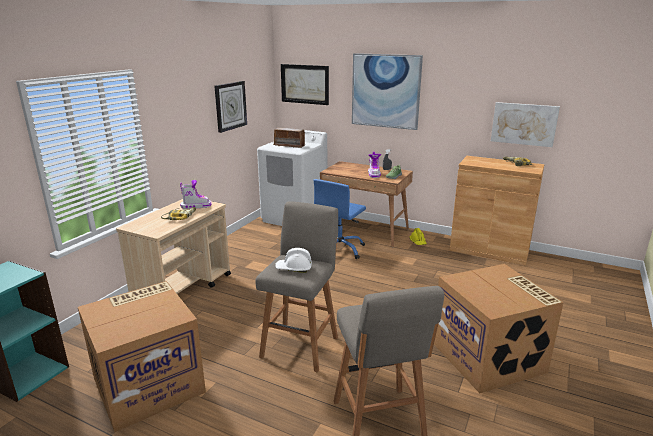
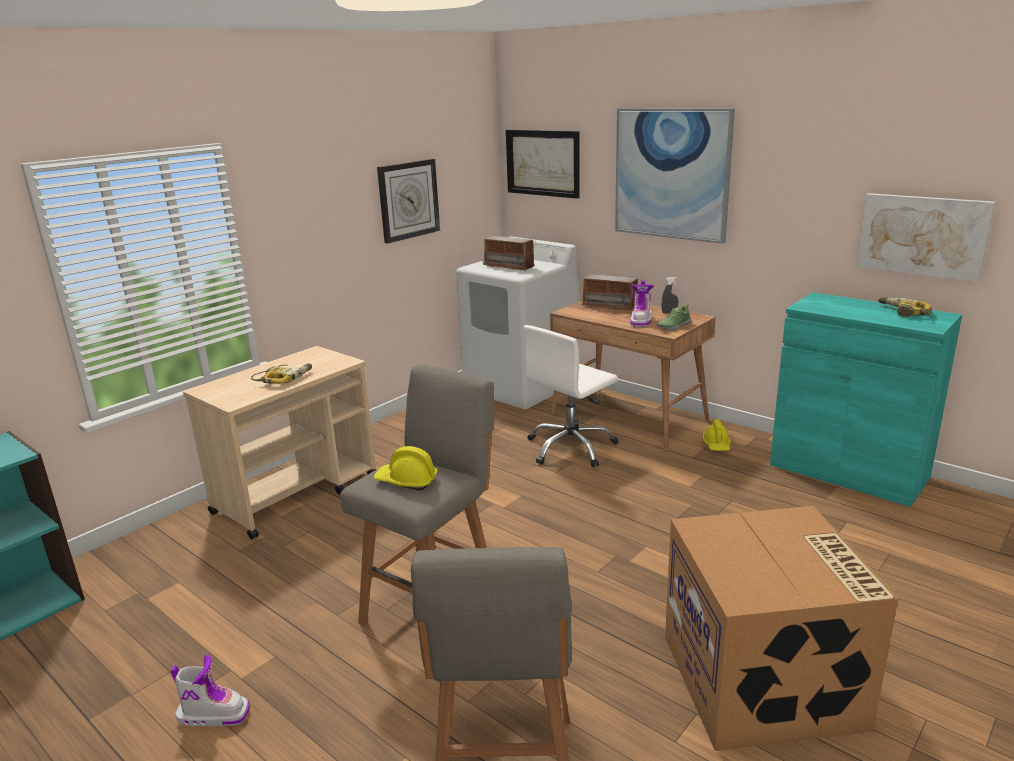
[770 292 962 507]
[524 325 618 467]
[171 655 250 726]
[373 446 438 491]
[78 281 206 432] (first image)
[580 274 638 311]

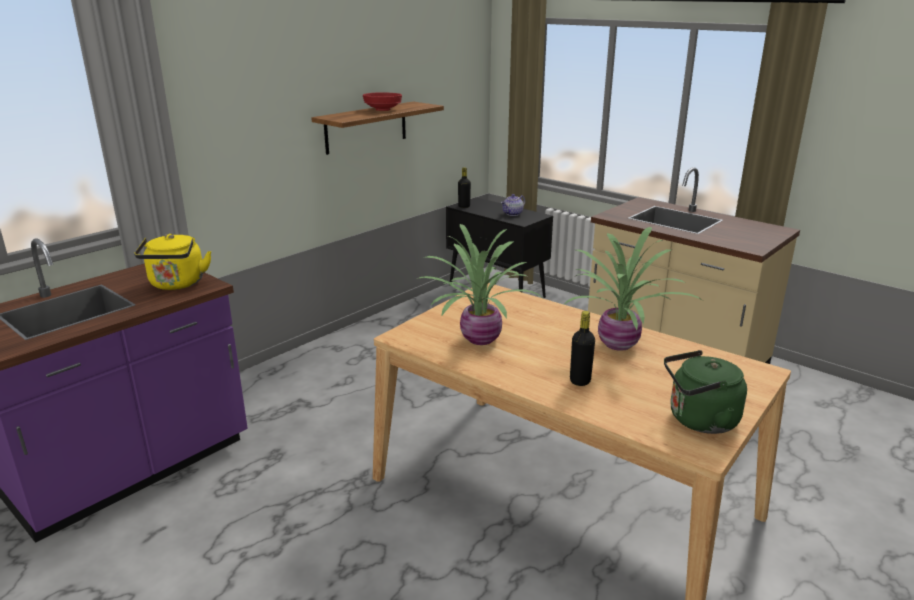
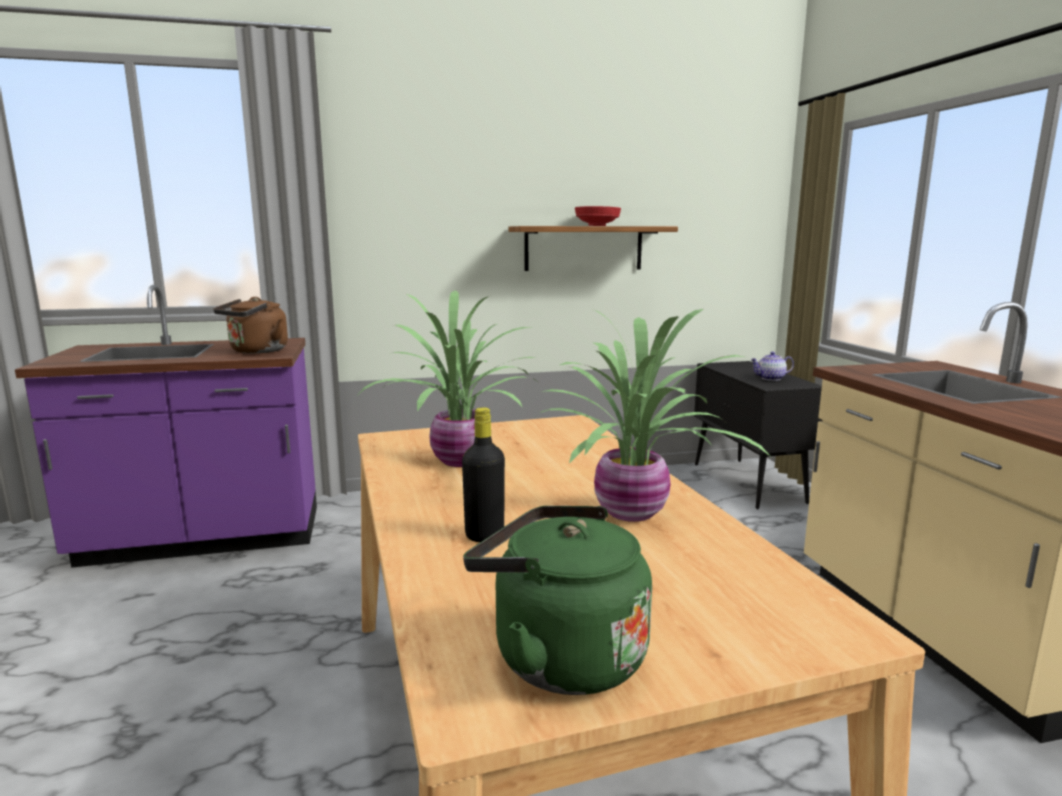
[458 167 471 208] (first image)
[213 297 288 354]

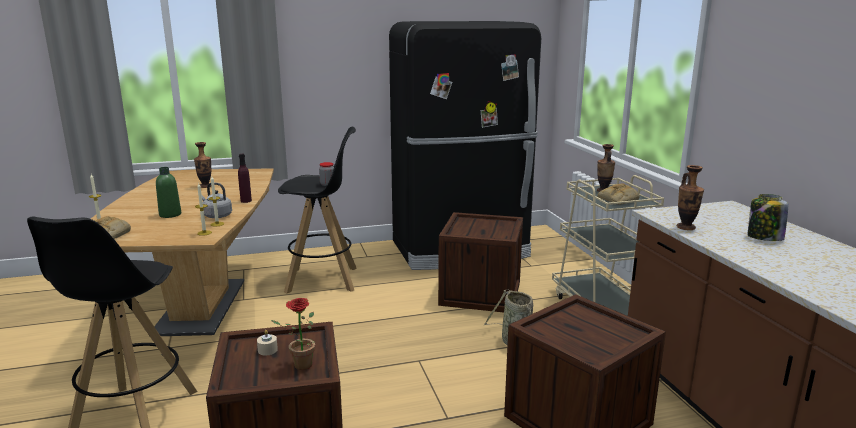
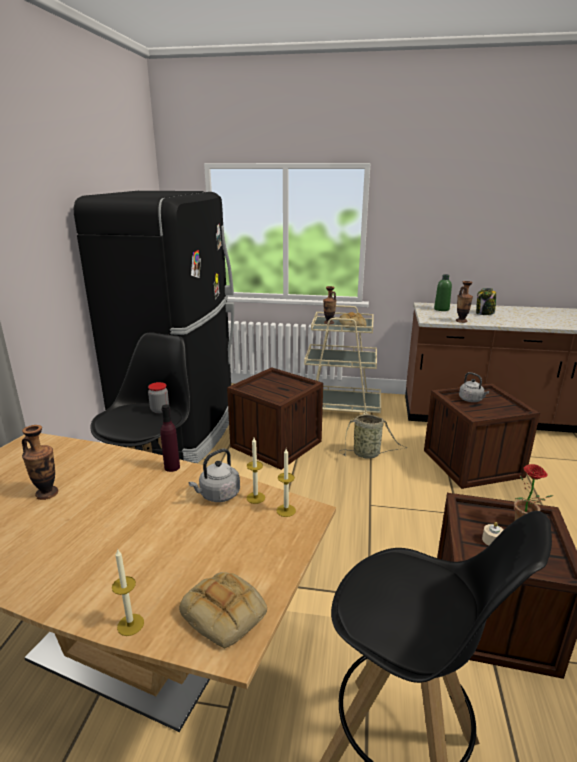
[434 274 452 311]
[459 372 489 402]

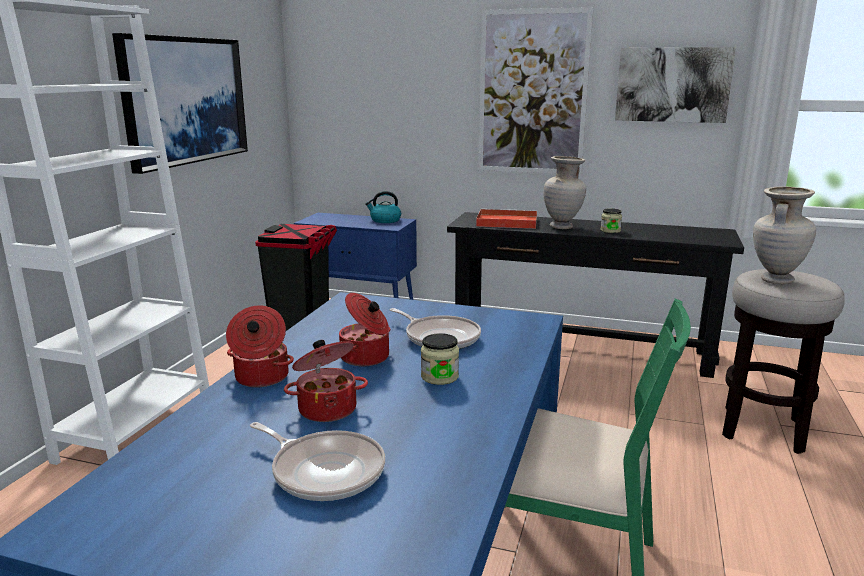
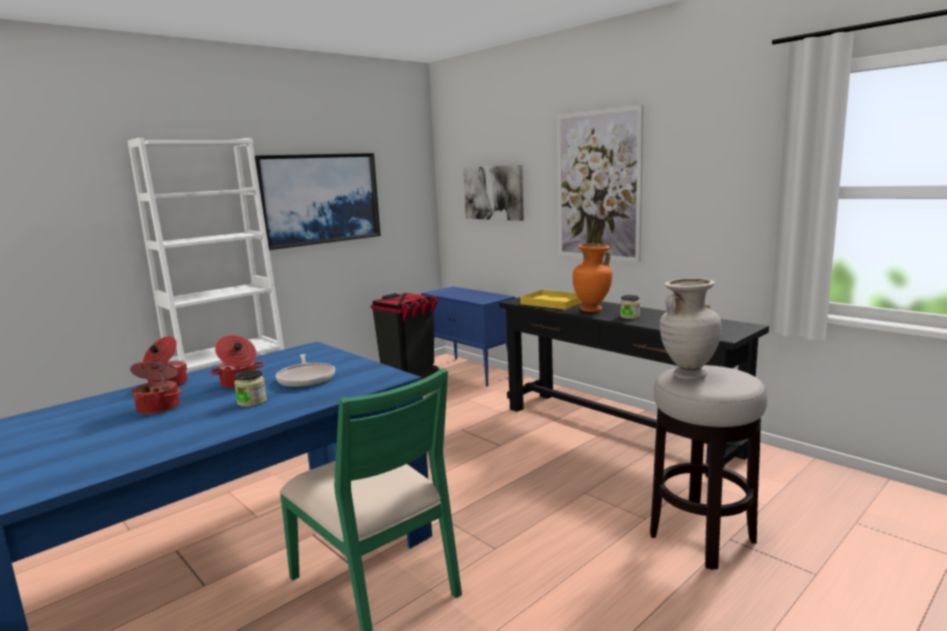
[463 165 524 221]
[573 244 613 312]
[365 191 401 223] (first image)
[520 289 583 310]
[250 422 385 501] (first image)

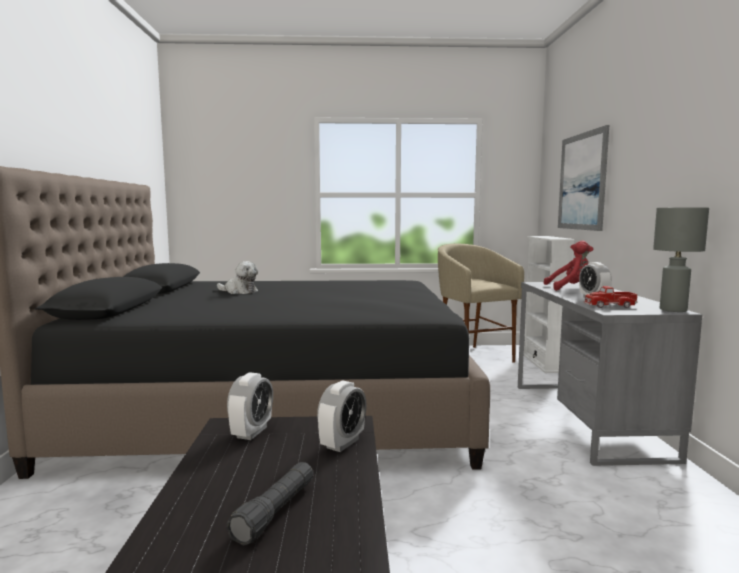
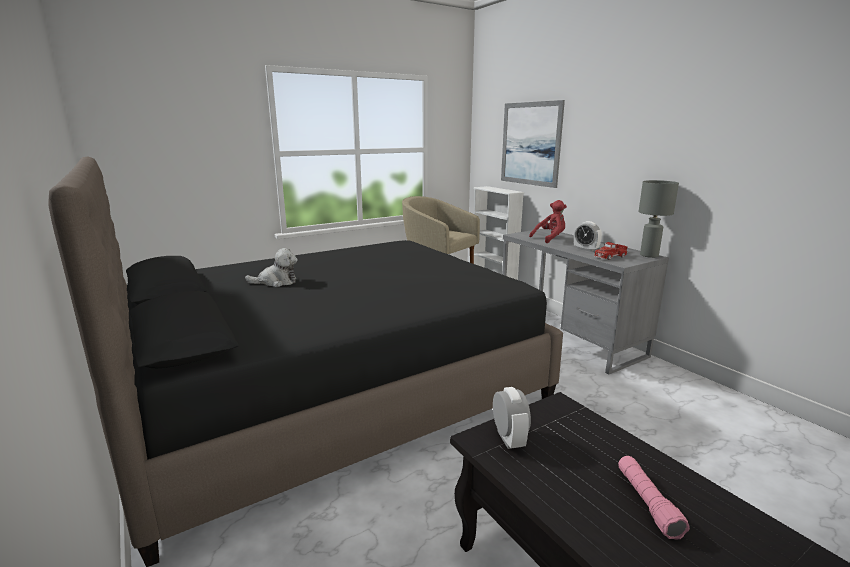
[317 380 367 452] (first image)
[618 456 690 540]

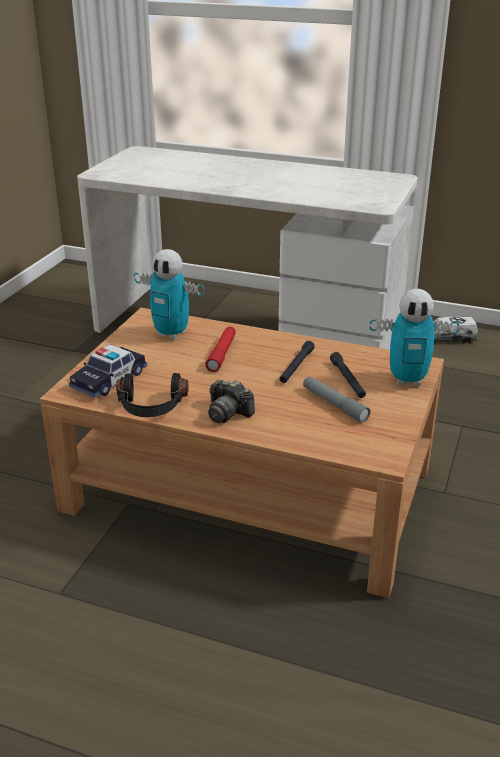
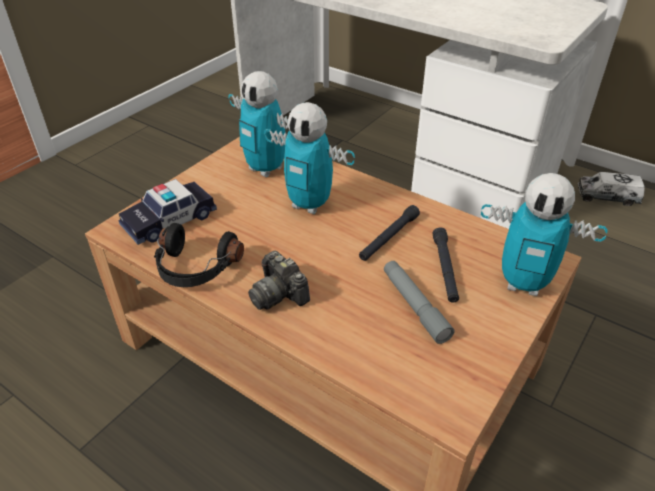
[264 102 355 214]

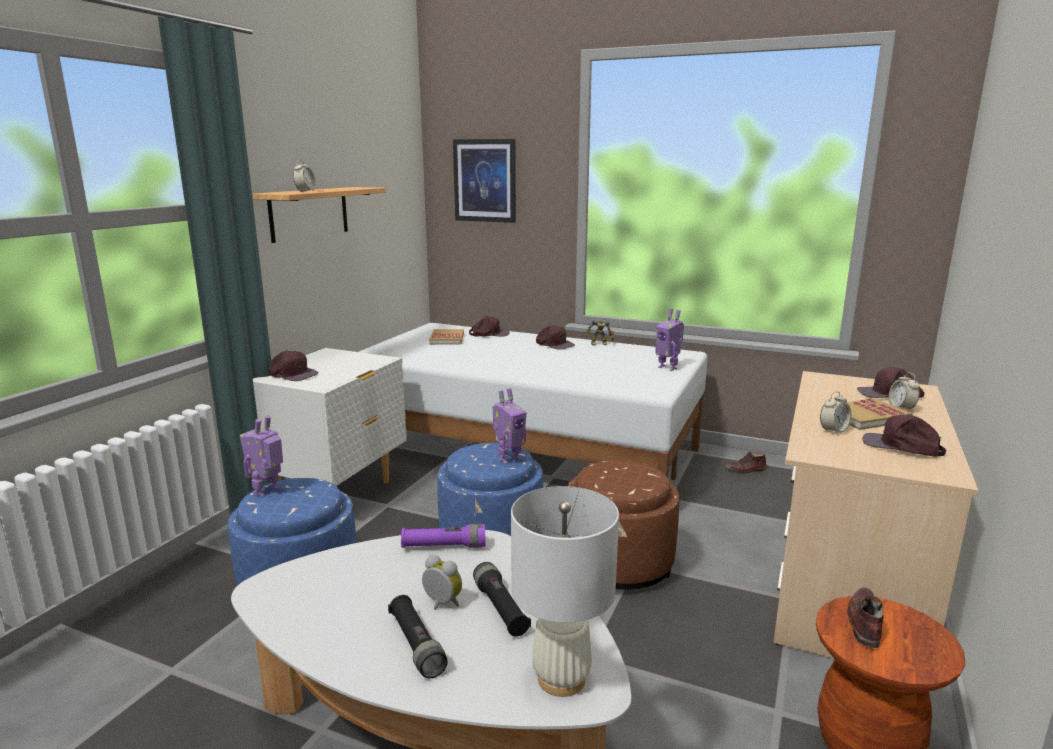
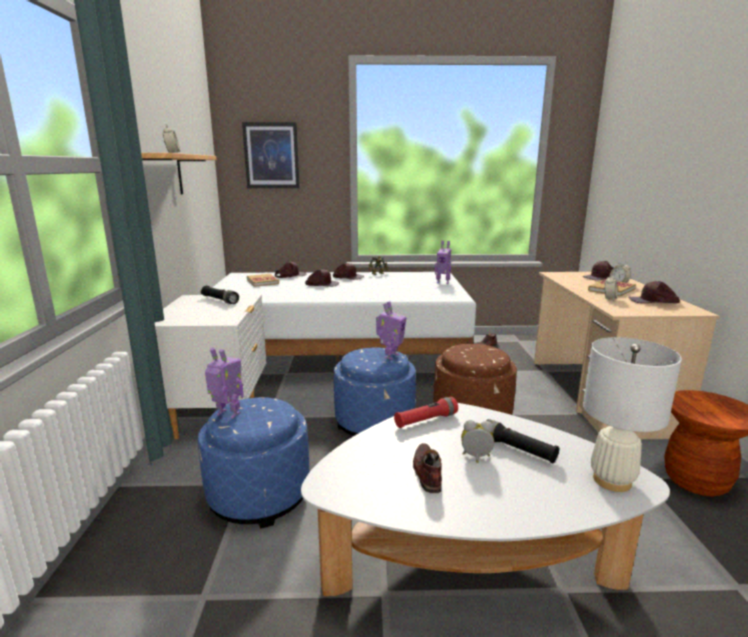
[305 269 339 287]
[205 348 243 419]
[394 397 458 428]
[413 443 442 493]
[201 286 239 304]

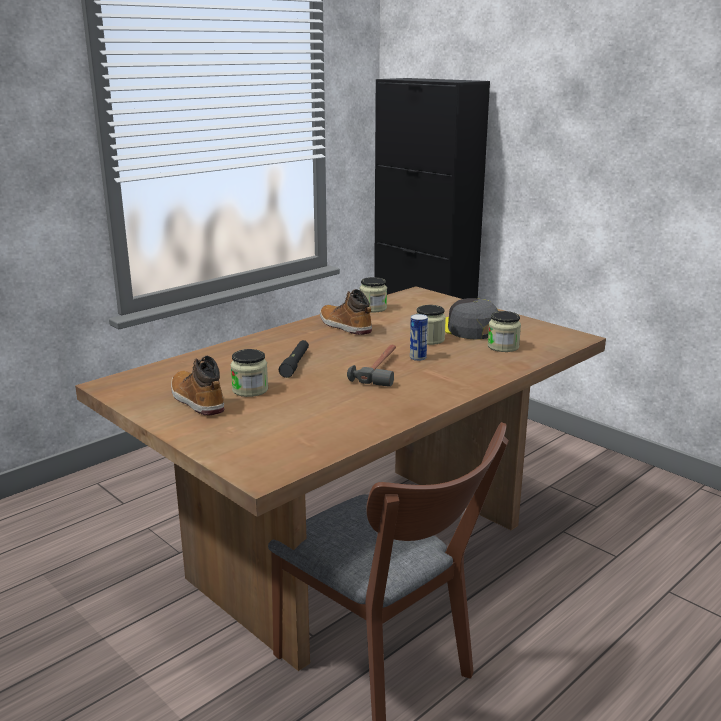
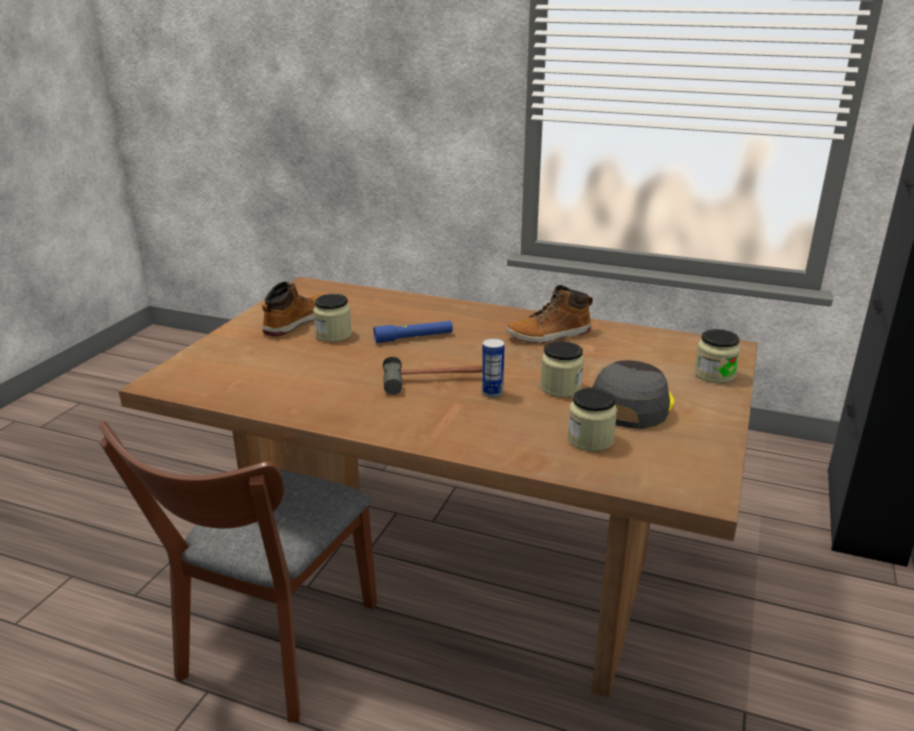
[694 329 740 383]
[506 285 593 343]
[374 321 453 343]

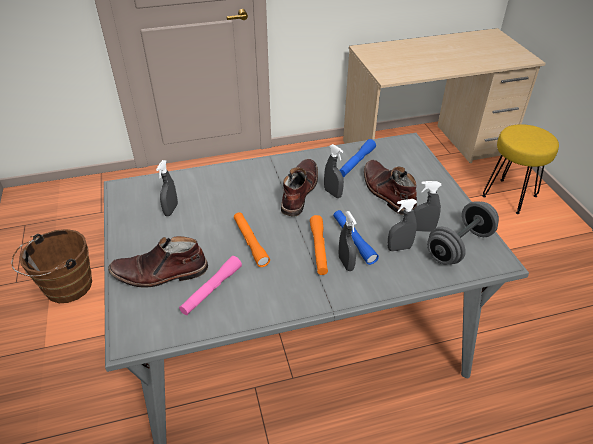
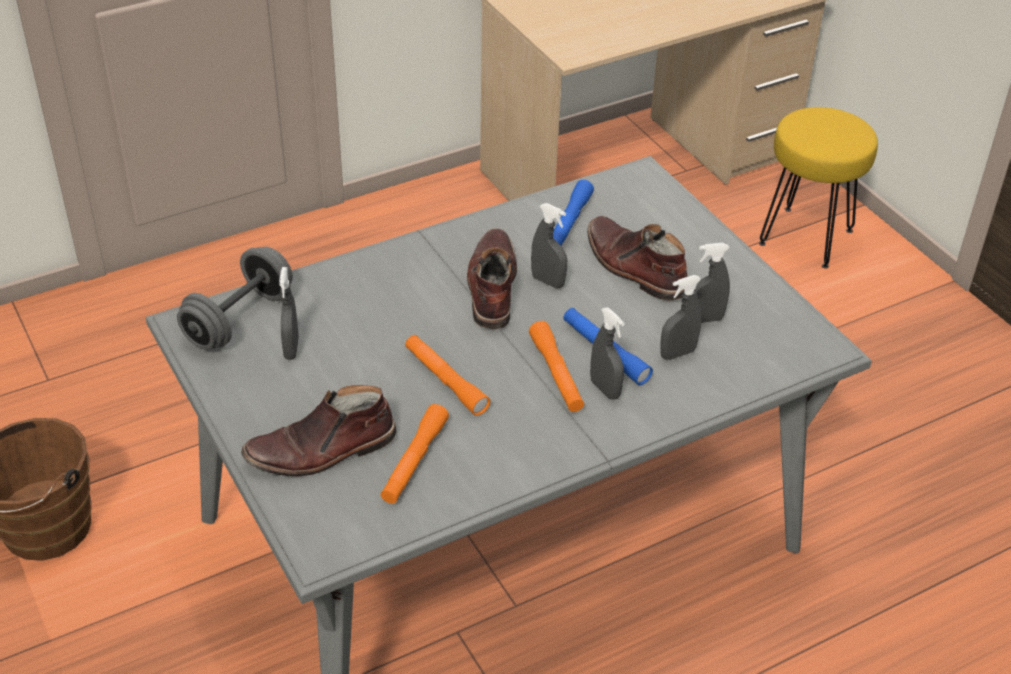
[177 247 293 349]
[381 404 449 504]

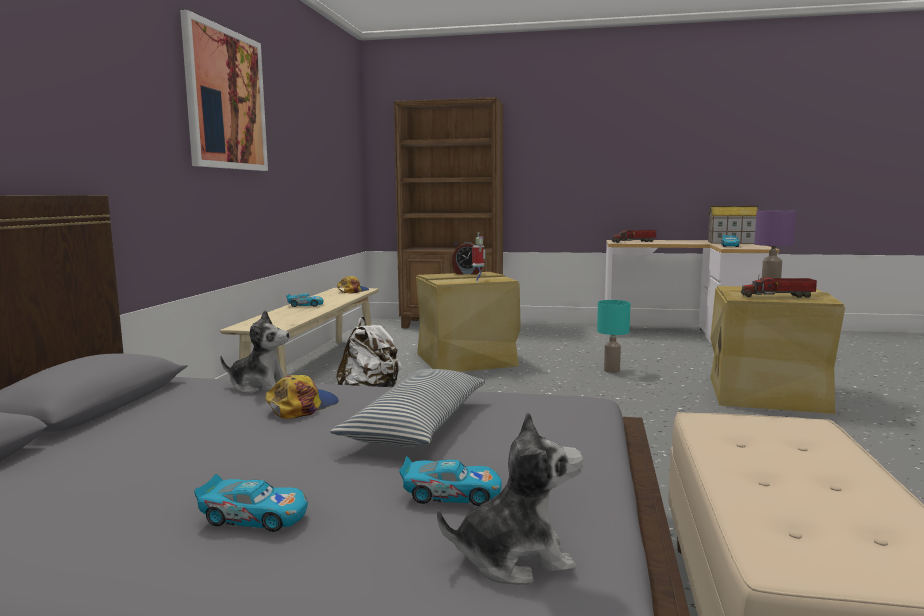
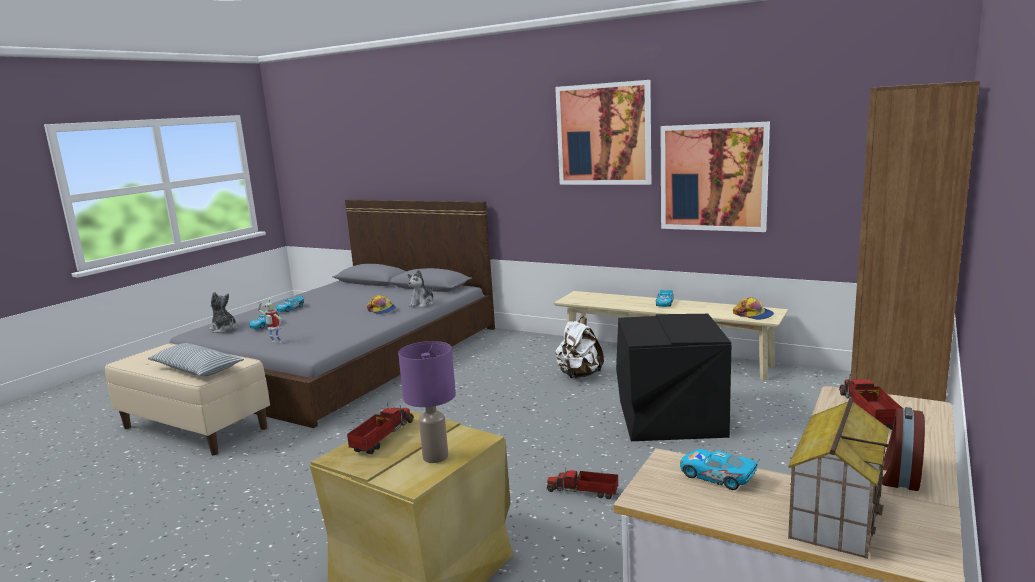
[257 299 283 343]
[882 407 925 491]
[616 314 731 441]
[547 467 618 499]
[148 343 244 376]
[209 292 238 333]
[660 122 770 232]

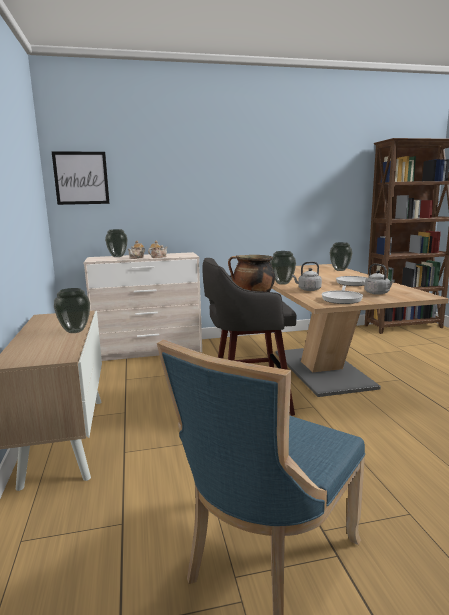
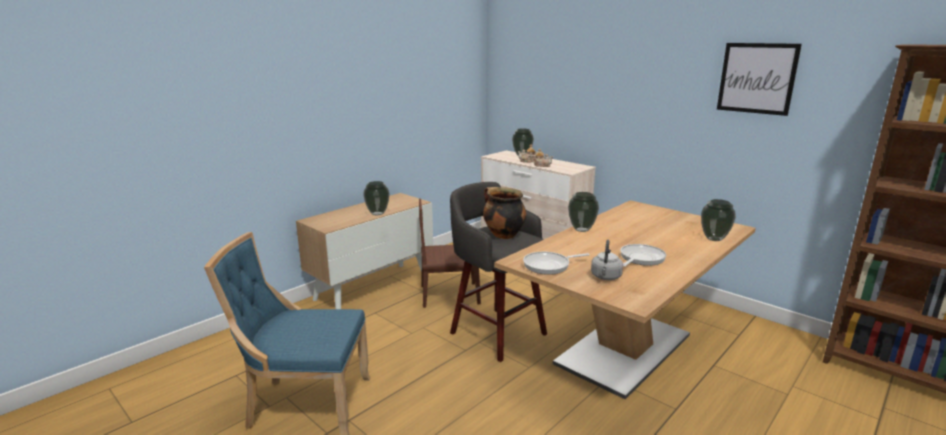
[717 43 802 116]
[292 262 322 291] (first image)
[419 198 481 308]

